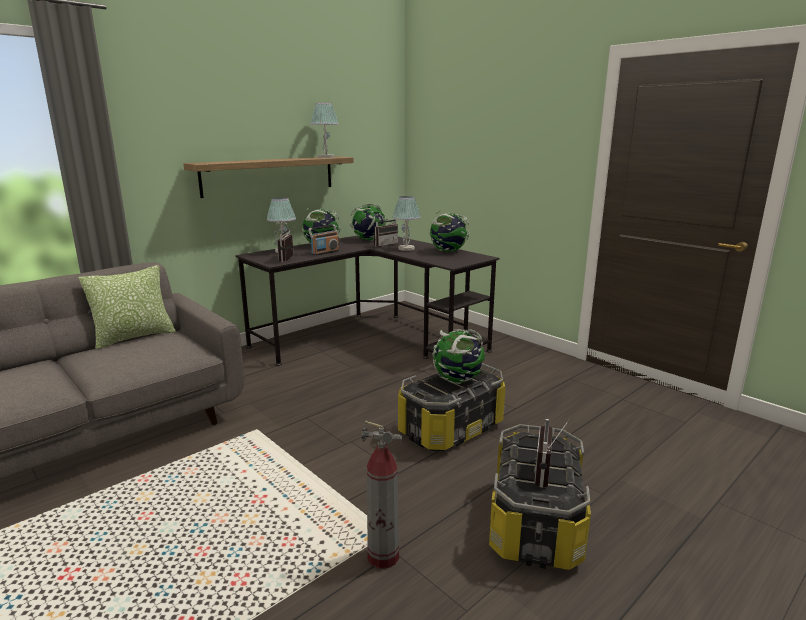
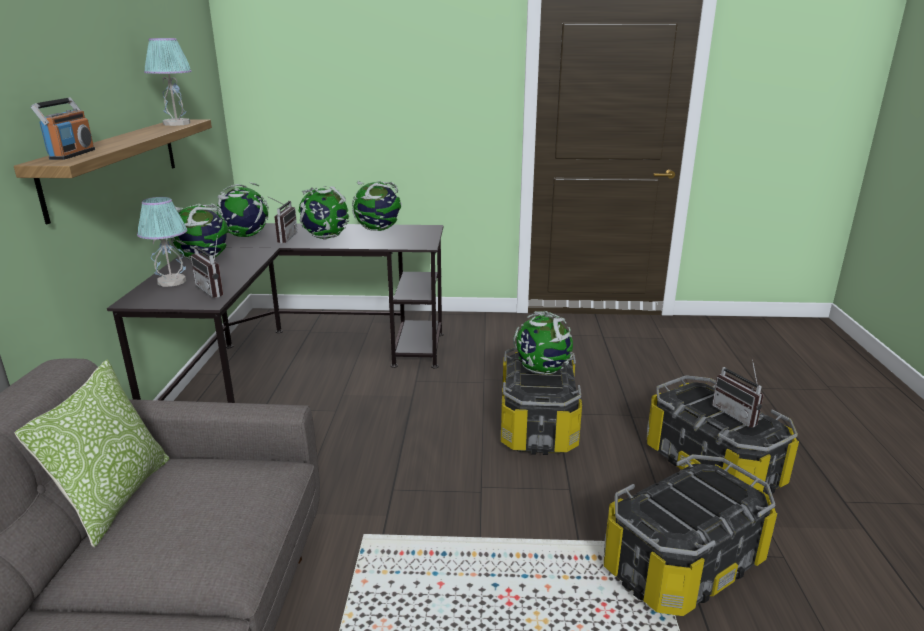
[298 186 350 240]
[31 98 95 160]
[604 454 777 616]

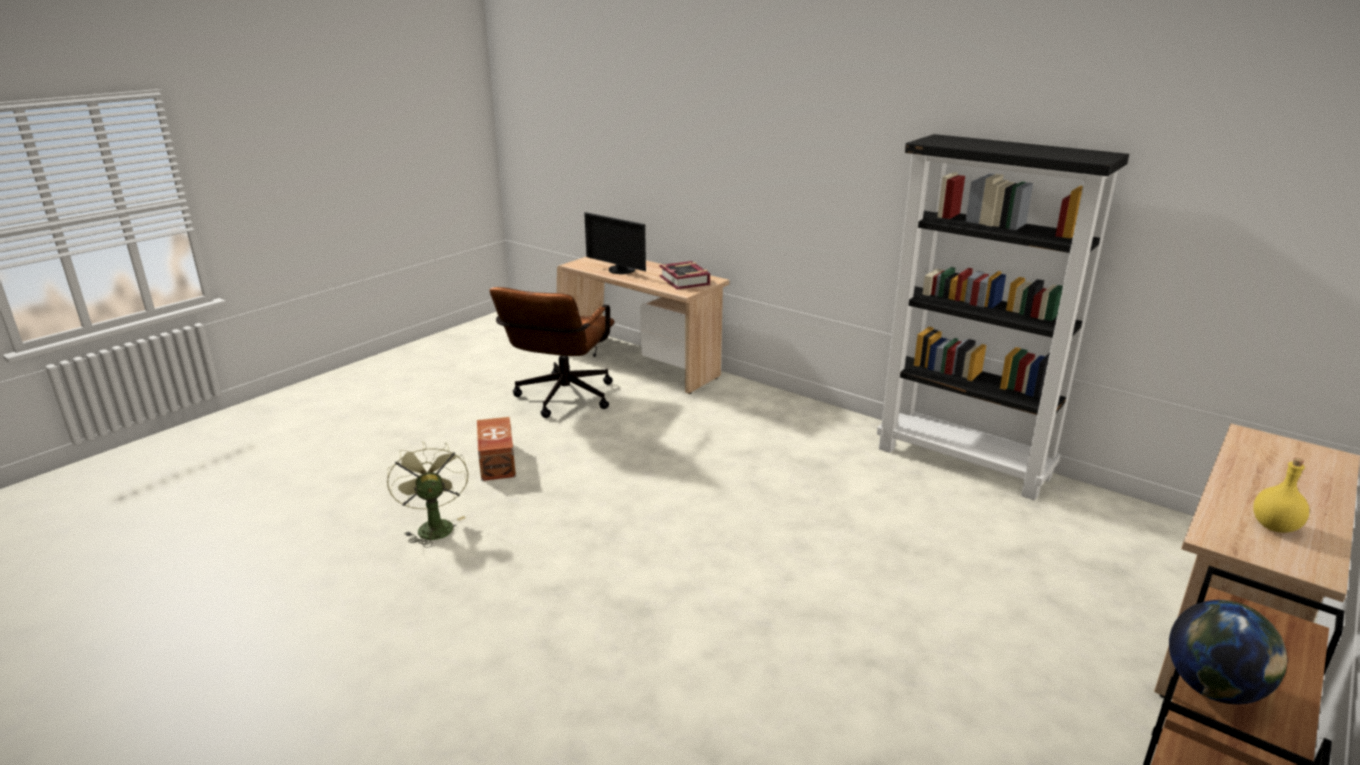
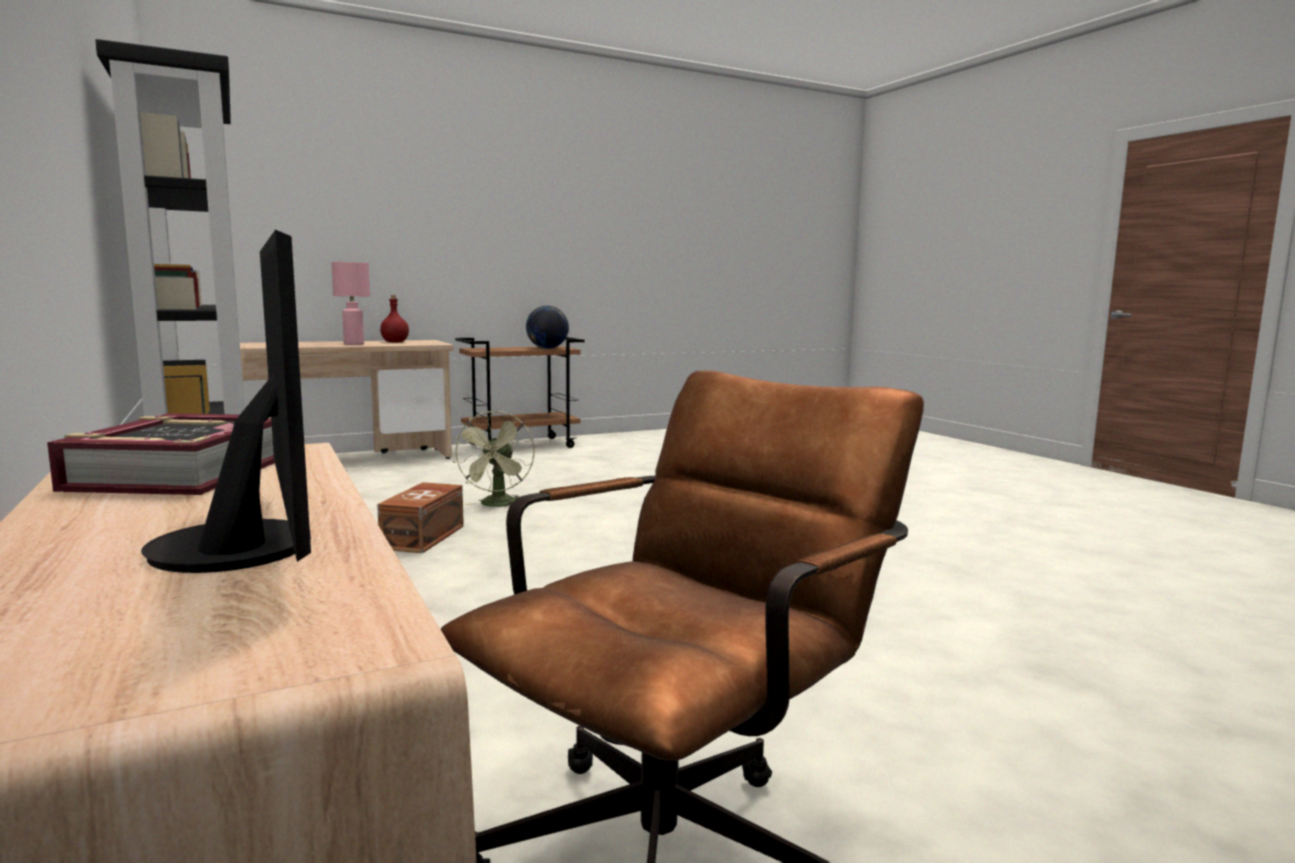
[377 482 464 553]
[453 410 535 507]
[380 295 409 343]
[331 262 370 345]

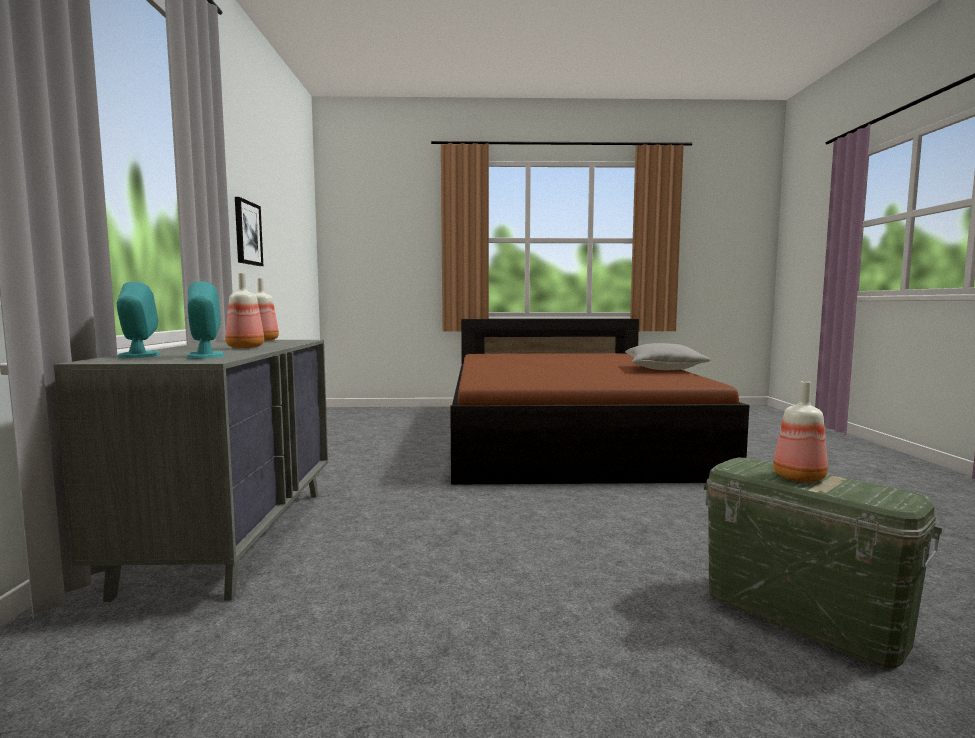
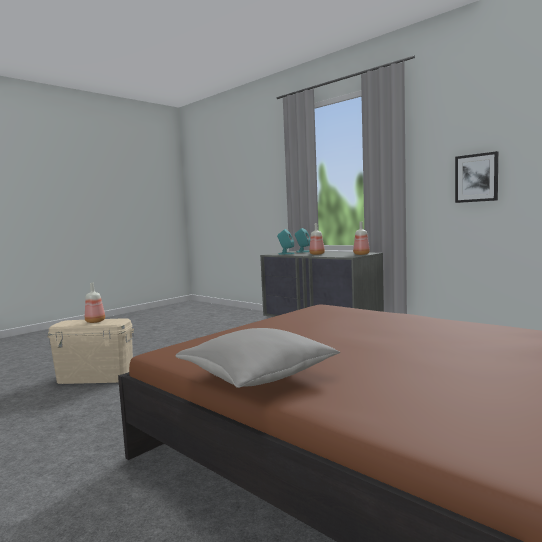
[47 318 134 384]

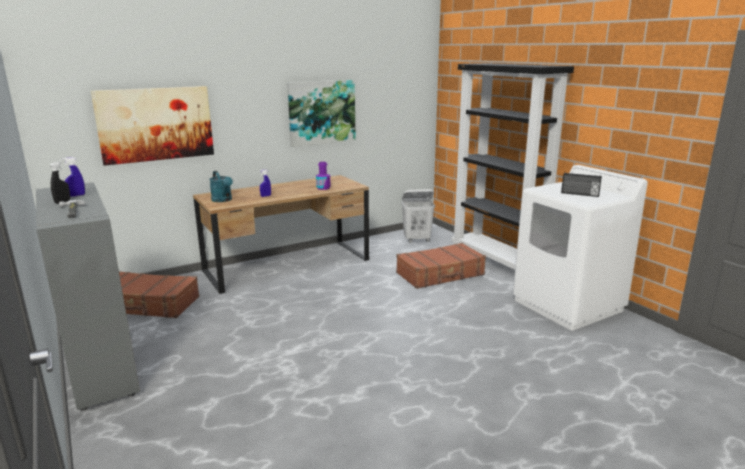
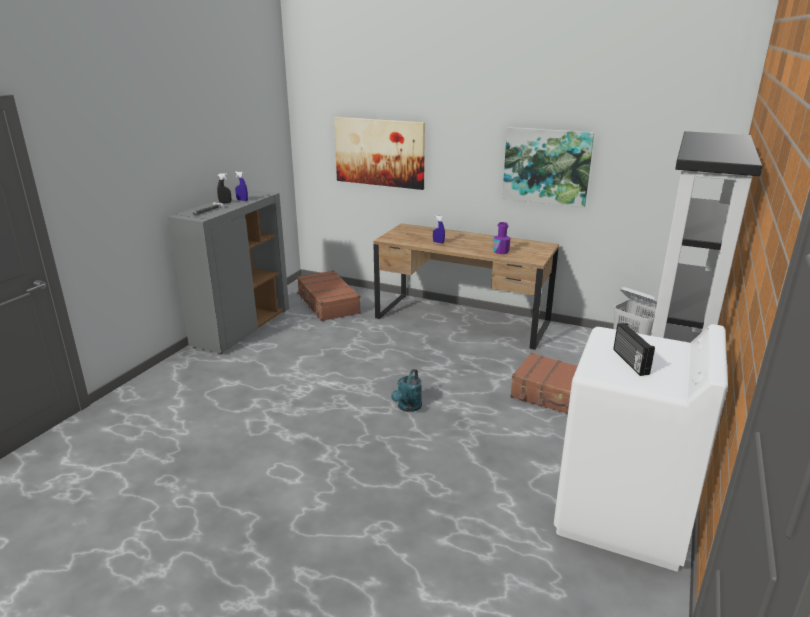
[391 369 422 412]

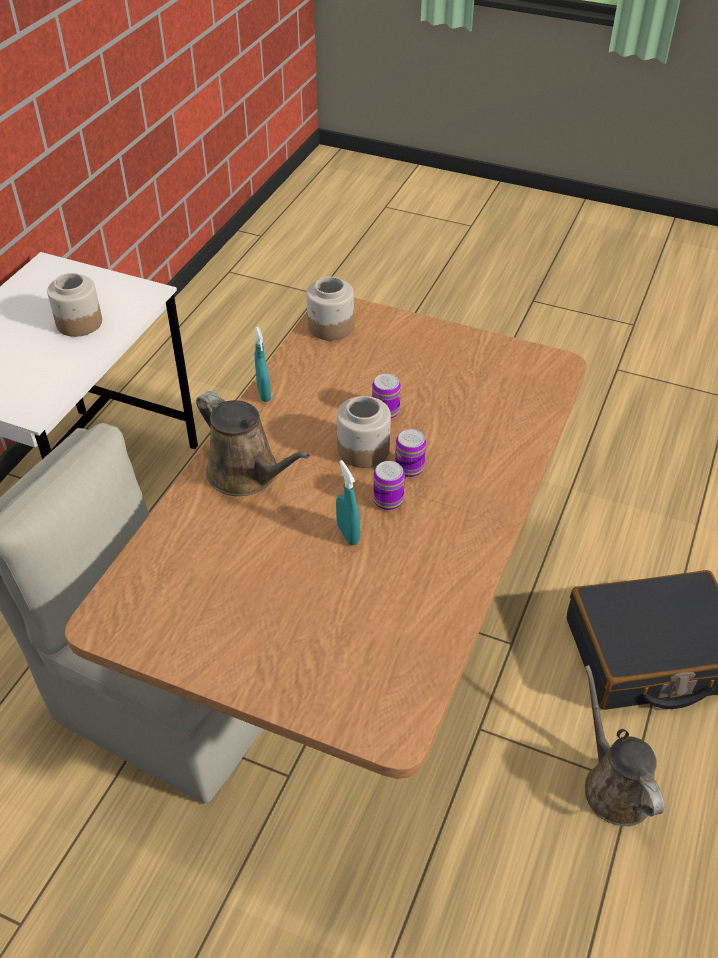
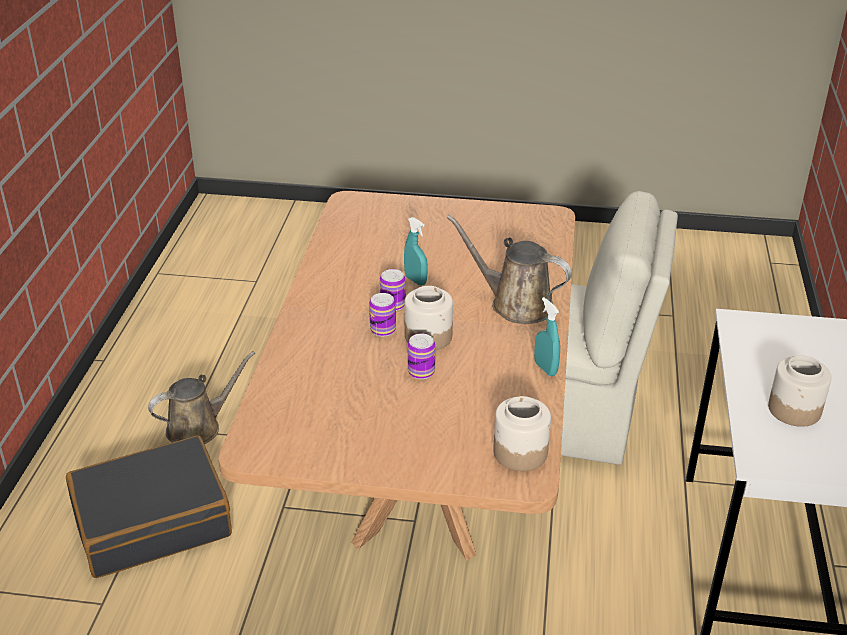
[148 351 255 444]

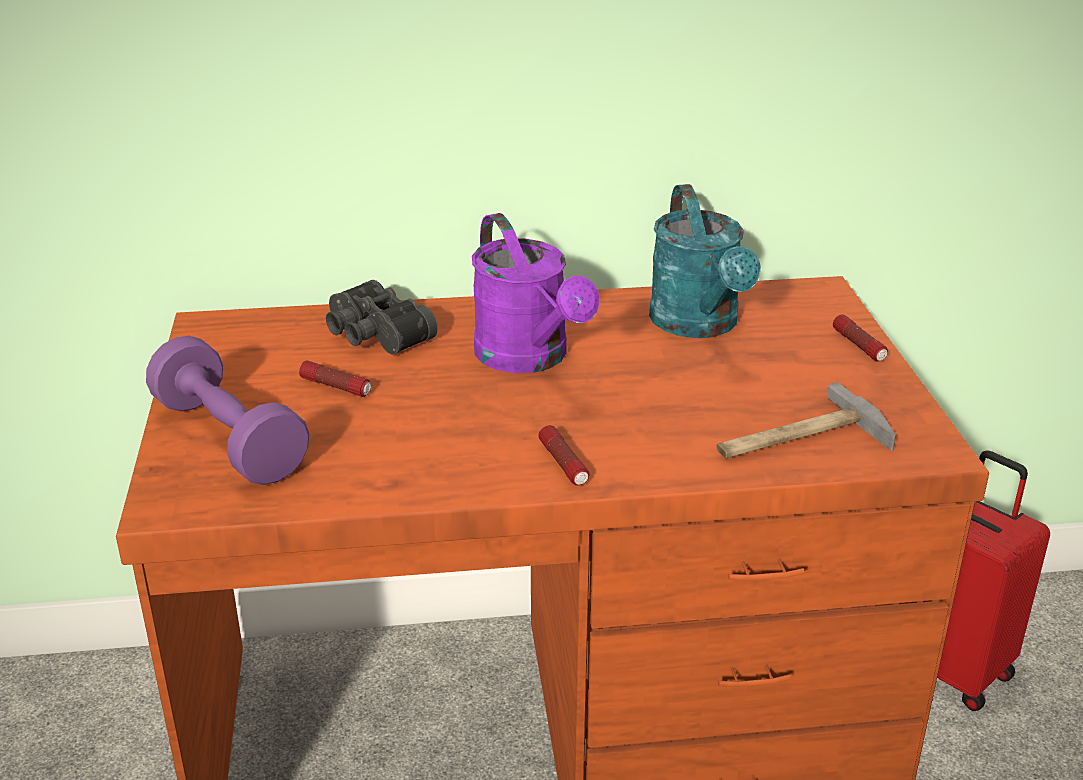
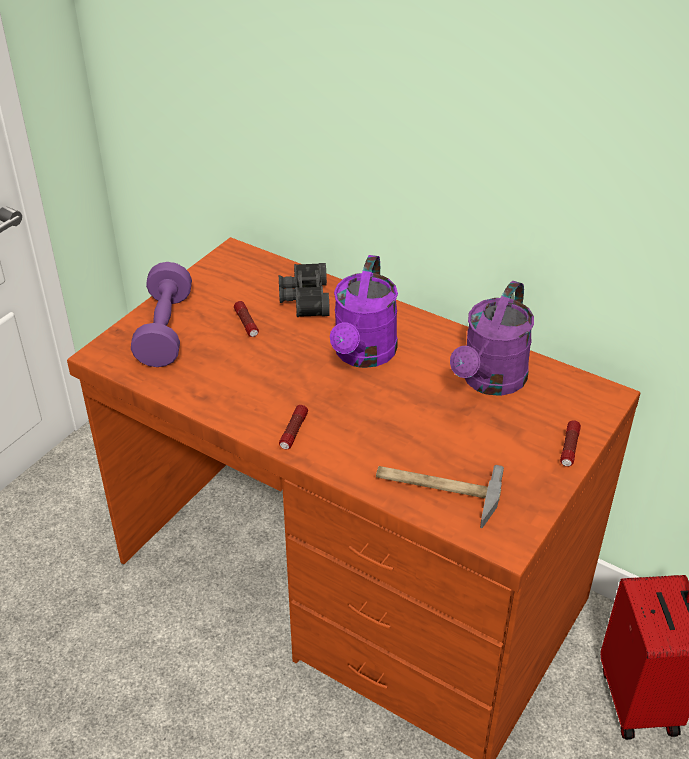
[450 281 534 396]

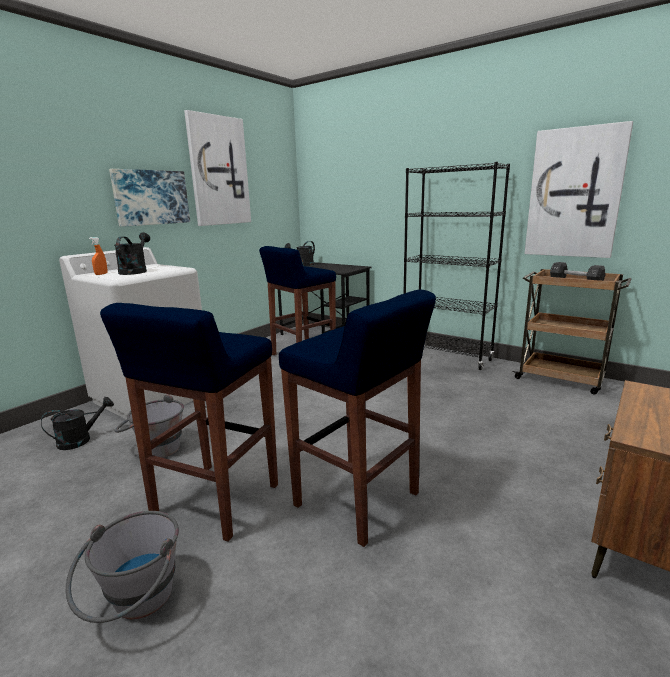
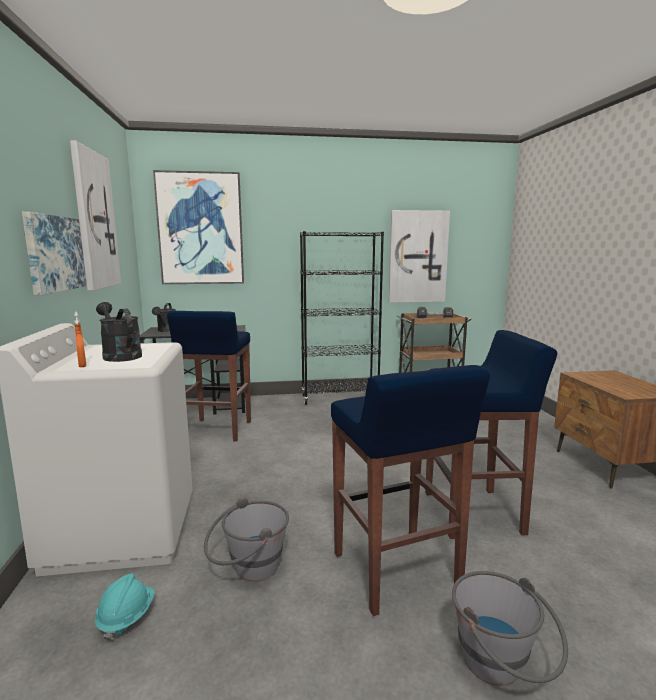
[95 573 155 641]
[153 170 244 284]

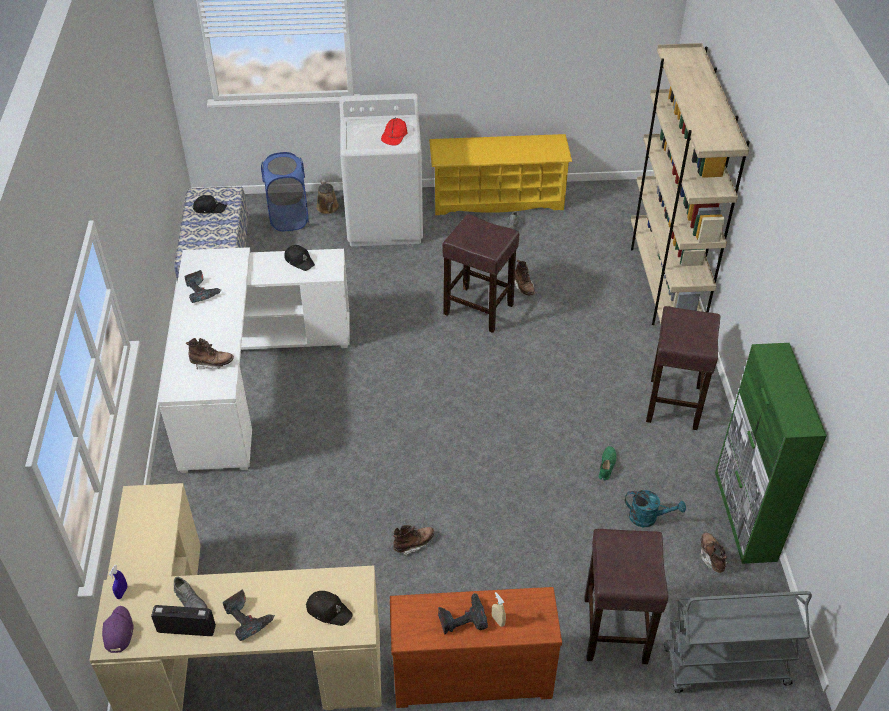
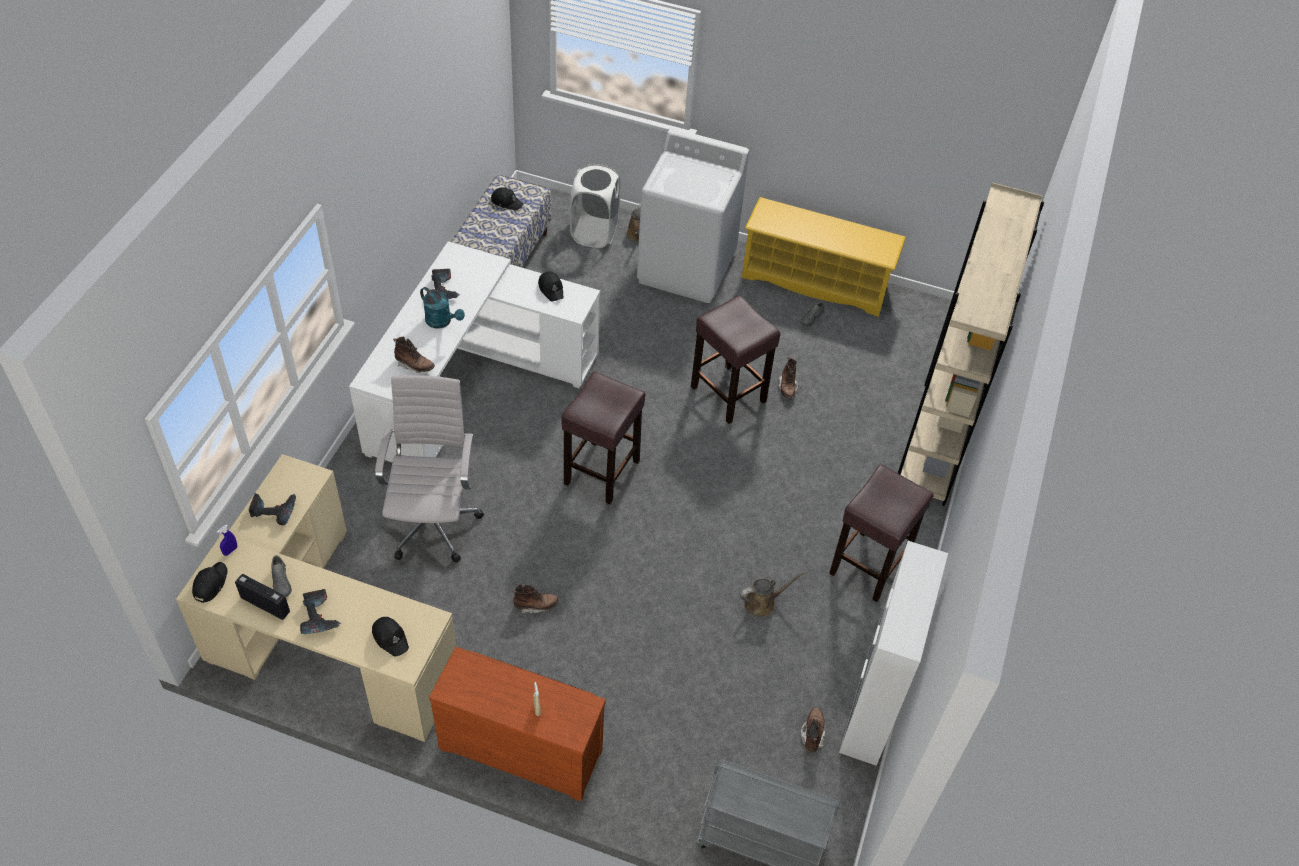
[381 118 408 146] (first image)
[570 164 621 248]
[839 541 948 766]
[740 571 806 617]
[420 287 465 328]
[561 372 645 504]
[249 493 296 525]
[192 562 228 603]
[375 375 484 563]

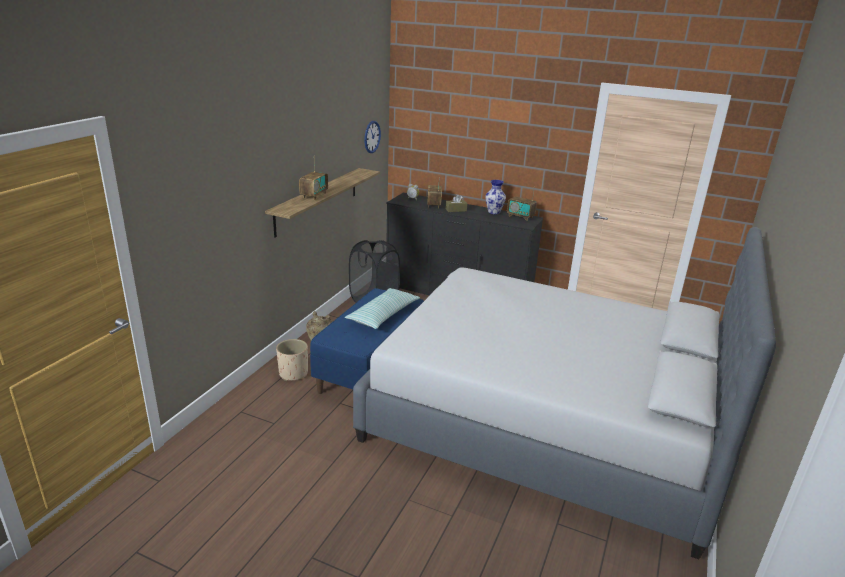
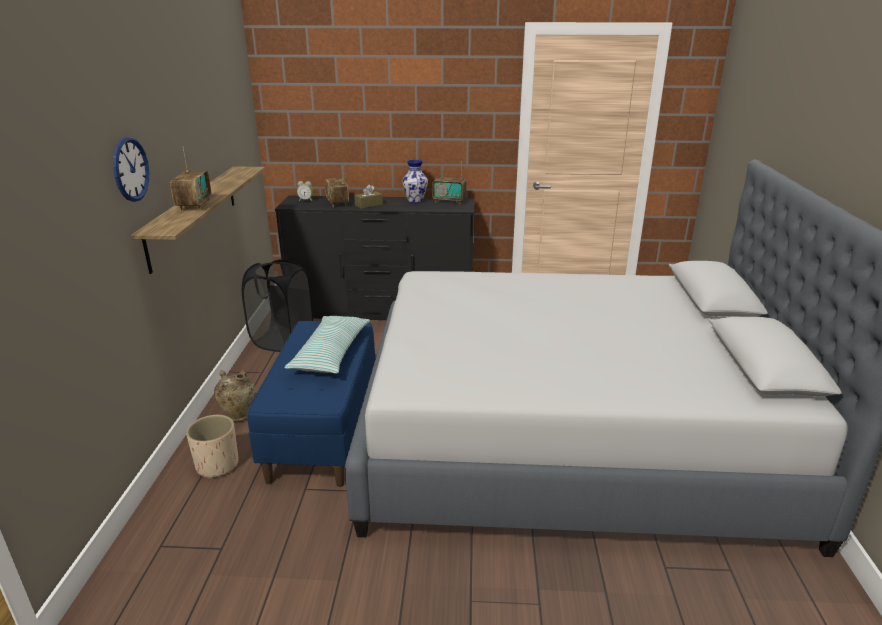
[113 137 149 202]

